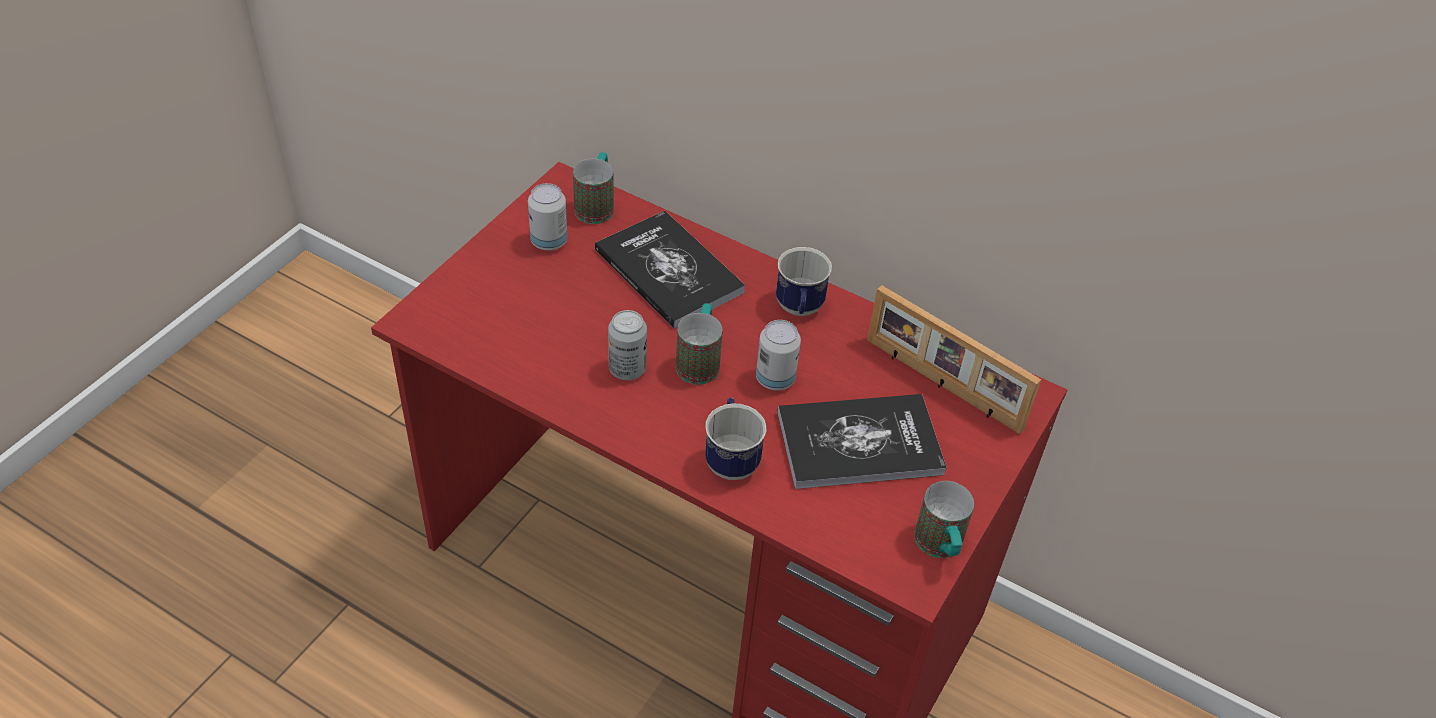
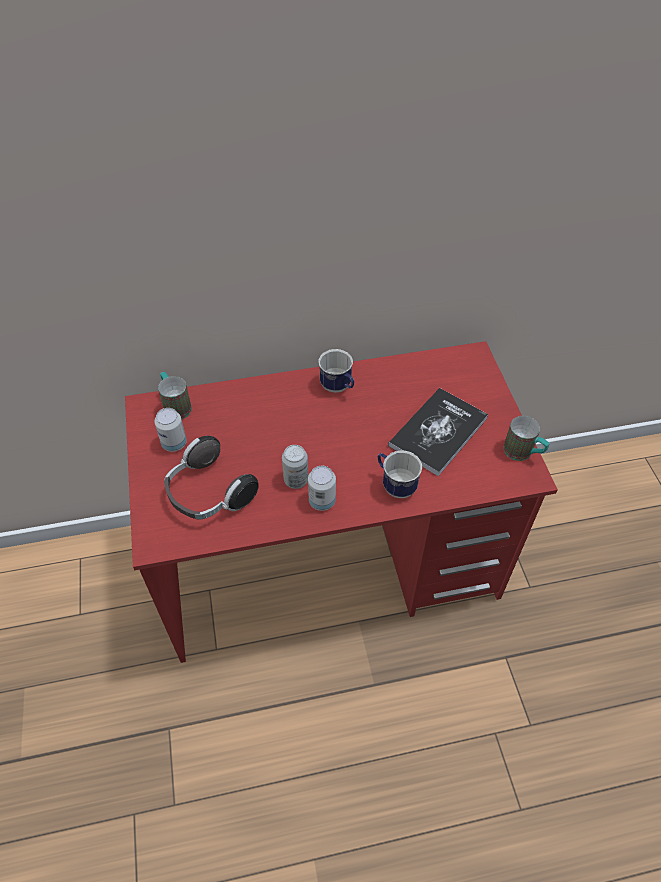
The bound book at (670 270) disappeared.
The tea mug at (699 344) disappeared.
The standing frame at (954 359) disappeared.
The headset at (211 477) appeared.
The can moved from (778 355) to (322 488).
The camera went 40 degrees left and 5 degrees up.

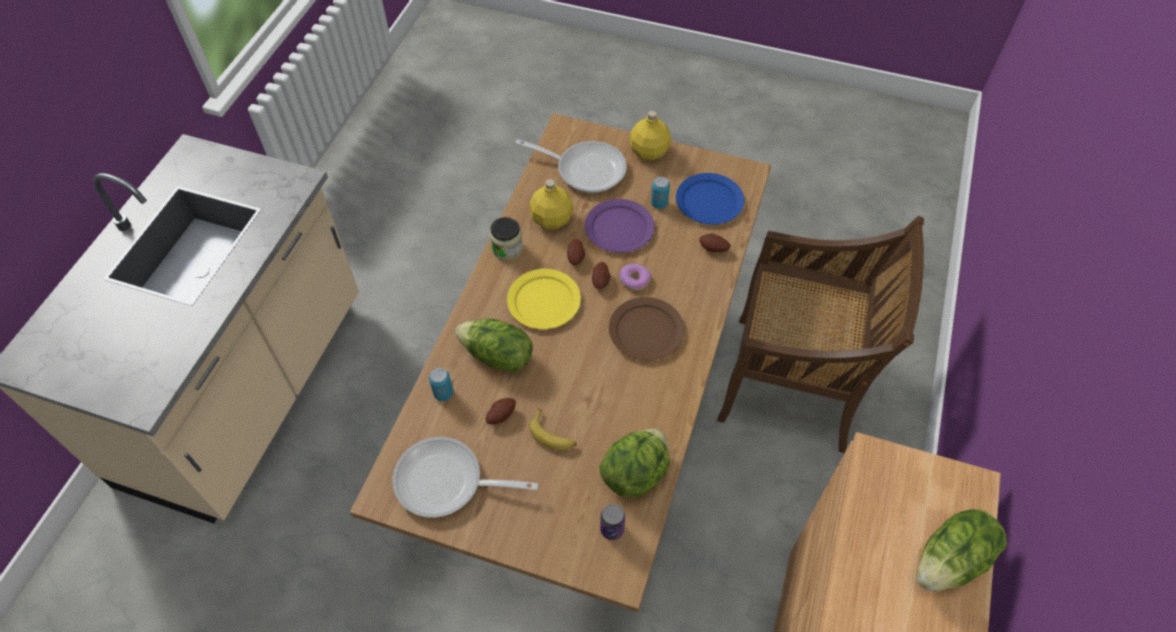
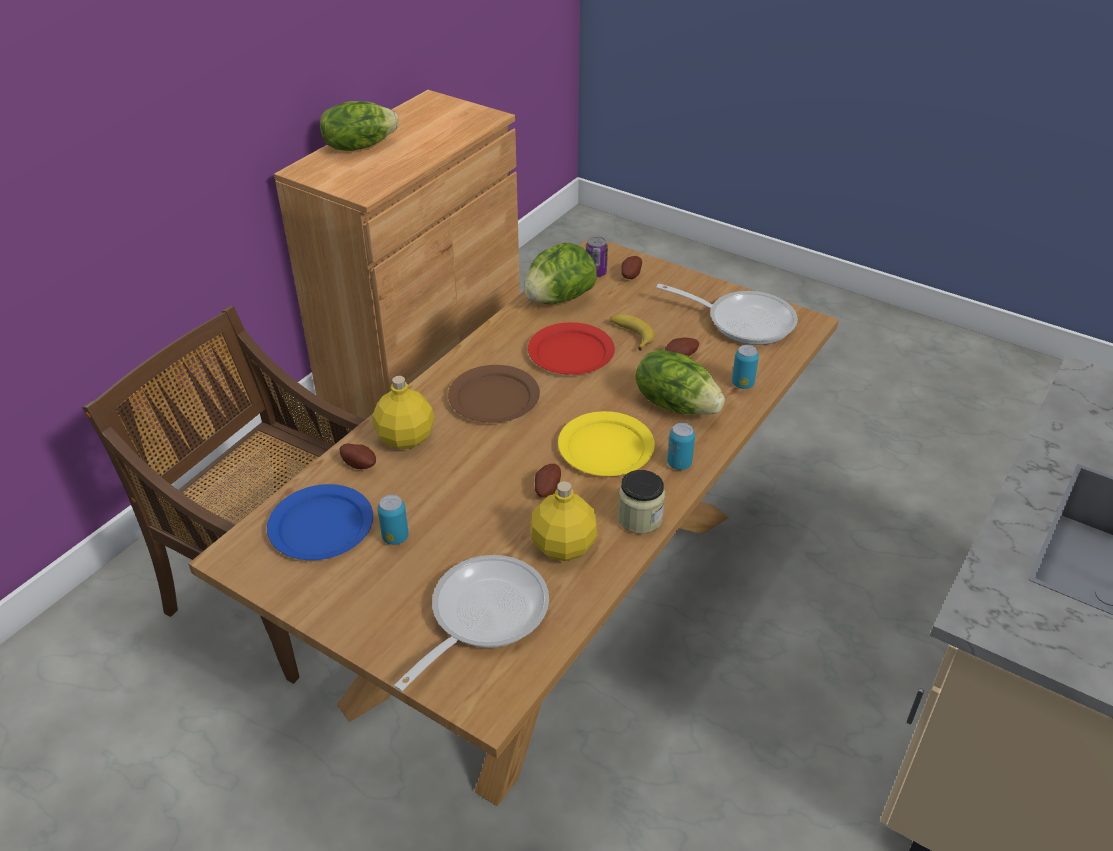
The dinner plate/purple-coloured at (620 226) disappeared.
The donut at (635 276) disappeared.
The dinner plate/red-coloured at (571 348) appeared.
The can at (681 446) appeared.
The potato moved from (601 275) to (631 267).
The bottle/yellowish moved from (650 135) to (403 413).
The skillet at (571 166) turned 90 degrees clockwise.
The camera went 165 degrees left and 15 degrees down.

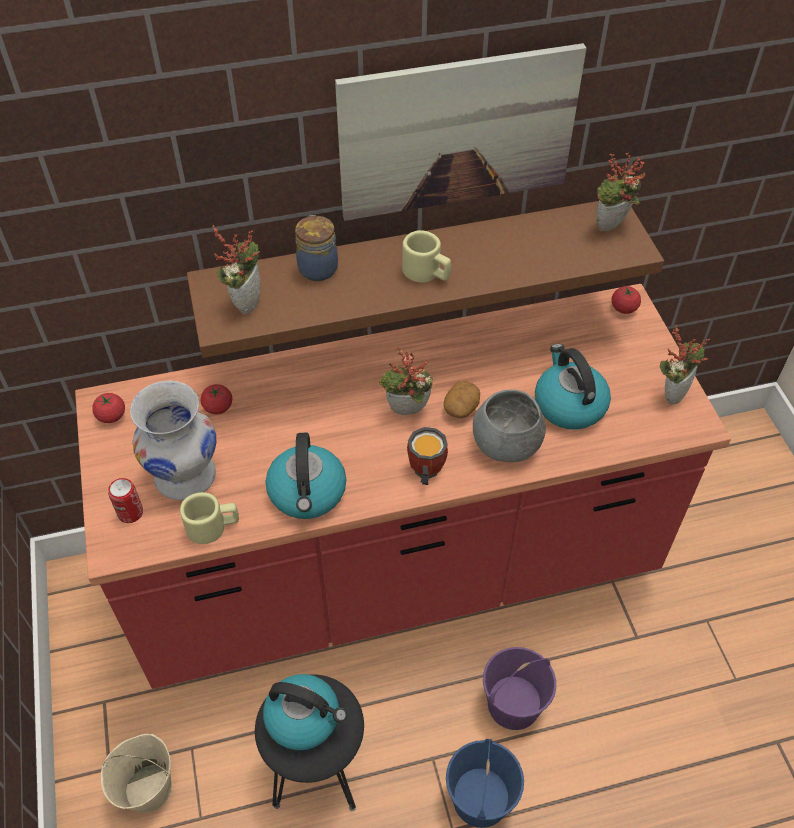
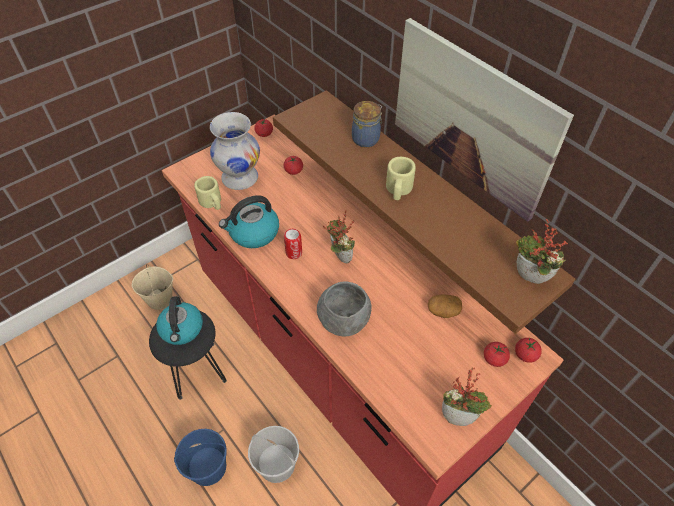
The houseplant at (236 270) disappeared.
The tea mug at (427 456) disappeared.
The water kettle at (573 387) disappeared.
The whole tomato at (497 354) appeared.
The can moved from (125 500) to (293 244).
The potato moved from (462 399) to (445 306).
The bucket/purple-coloured at (519 688) became the bucket/whitish at (273 454).
The camera went 65 degrees right and 0 degrees up.

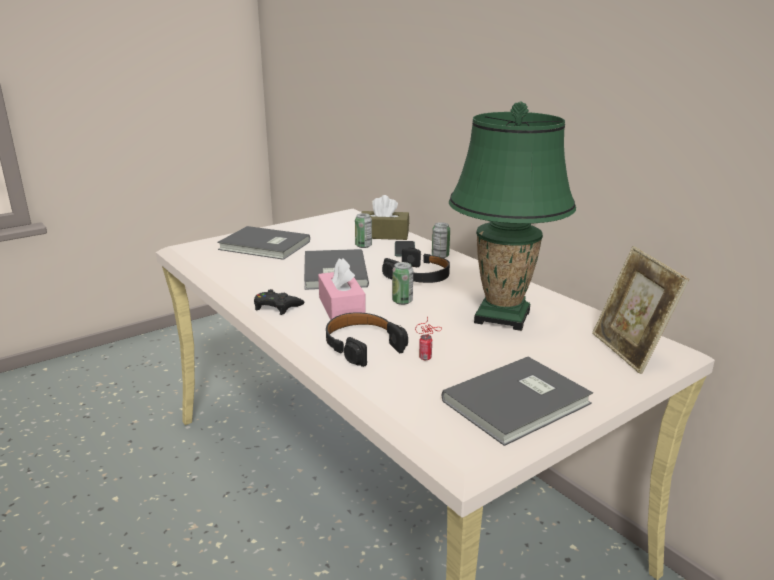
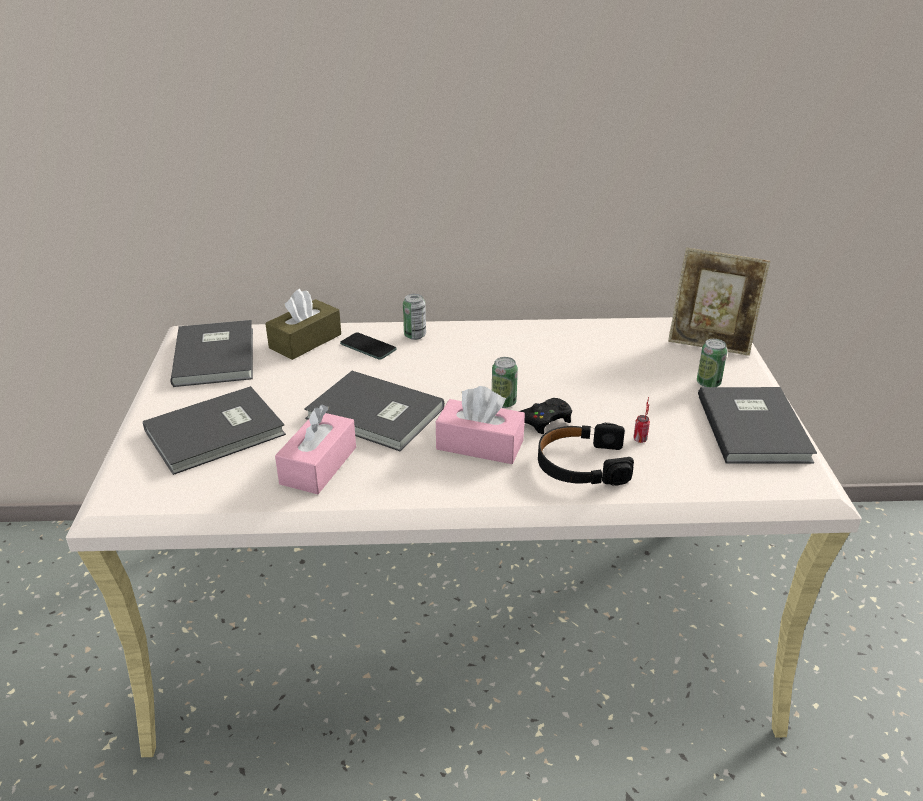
The headset/blackish at (416 265) disappeared.
The tabletop lamp/greenish at (512 216) disappeared.
The bound book/greyish at (212 353) appeared.
The box of tissues/pink-coloured at (315 449) appeared.
The gamepad/blackish moved from (279 302) to (545 416).
The can moved from (363 230) to (712 363).
The camera went 55 degrees left and 10 degrees up.

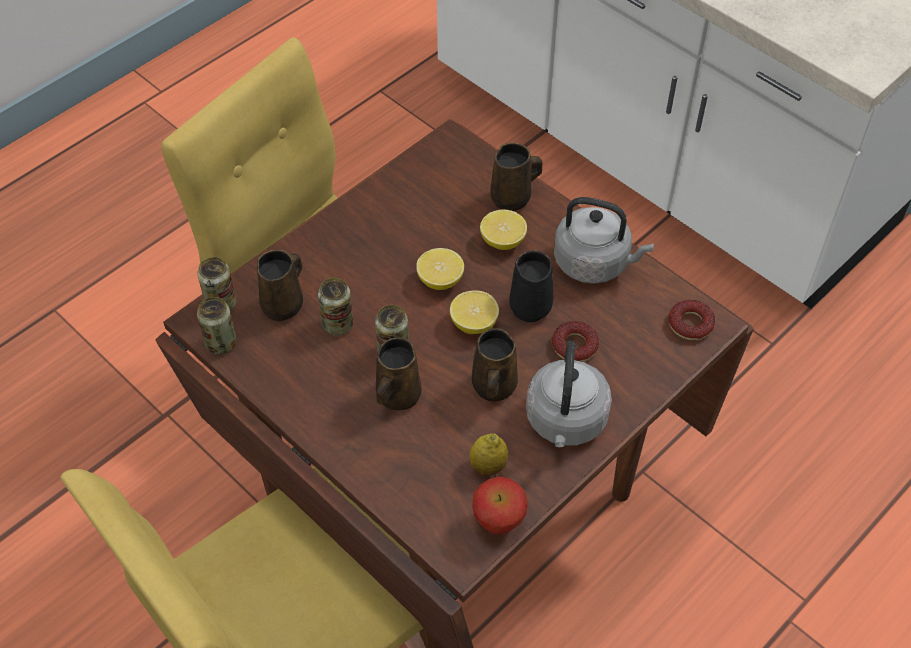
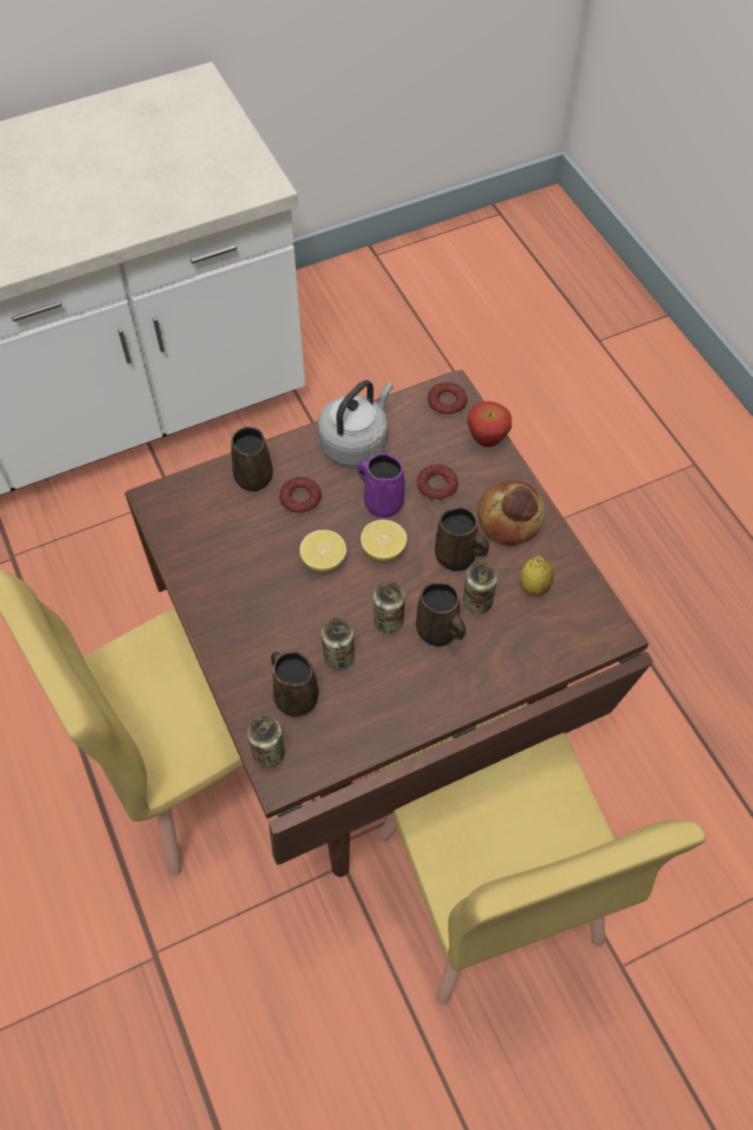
The can moved from (217 326) to (480 588).
The whole apple moved from (500 505) to (489 424).
The whole lemon at (503 229) was replaced by the donut at (300 495).
The water kettle/greyish at (569 393) was replaced by the bread at (511 513).
The tea mug/blackish at (531 286) became the tea mug/purple-coloured at (381 485).
The camera went 70 degrees left and 5 degrees up.

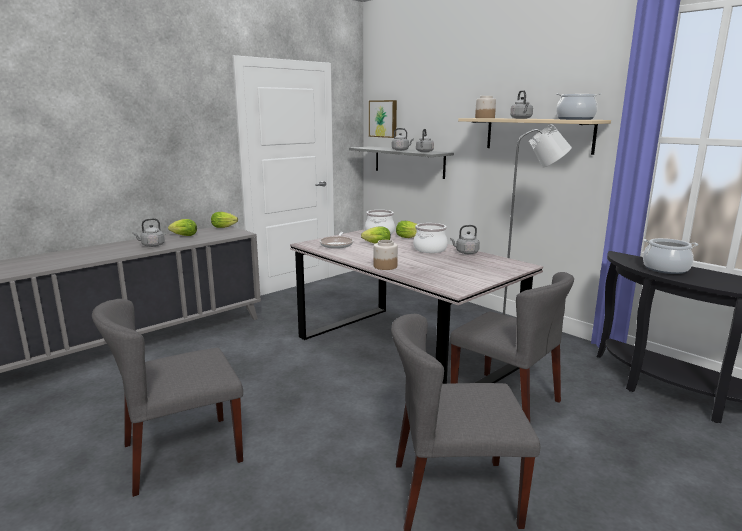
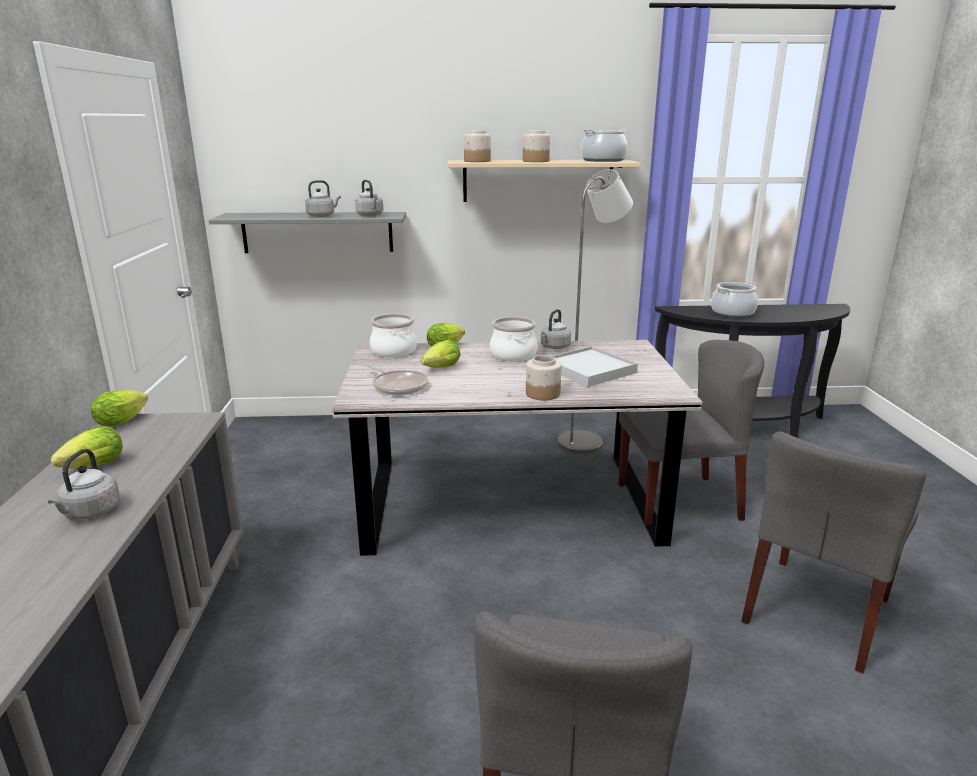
The wall picture at (383 119) disappeared.
The serving tray/whitish at (595 366) appeared.
The water kettle/greyish at (521 104) was replaced by the storage jar at (536 146).
The camera went 50 degrees left and 5 degrees up.

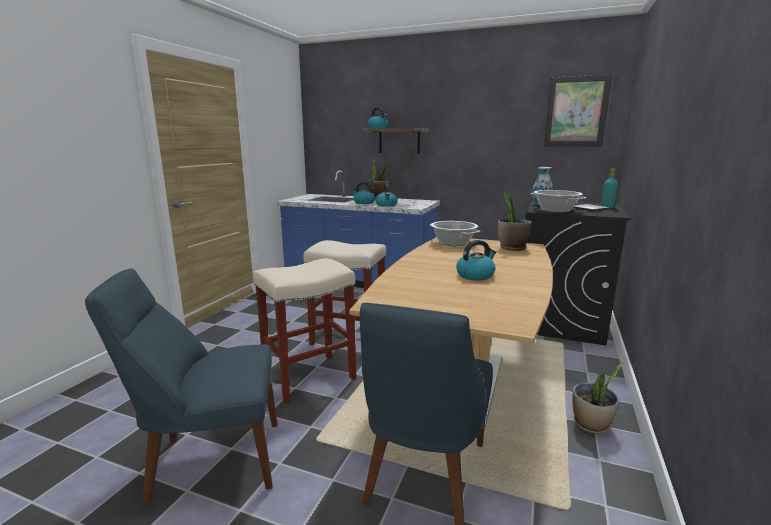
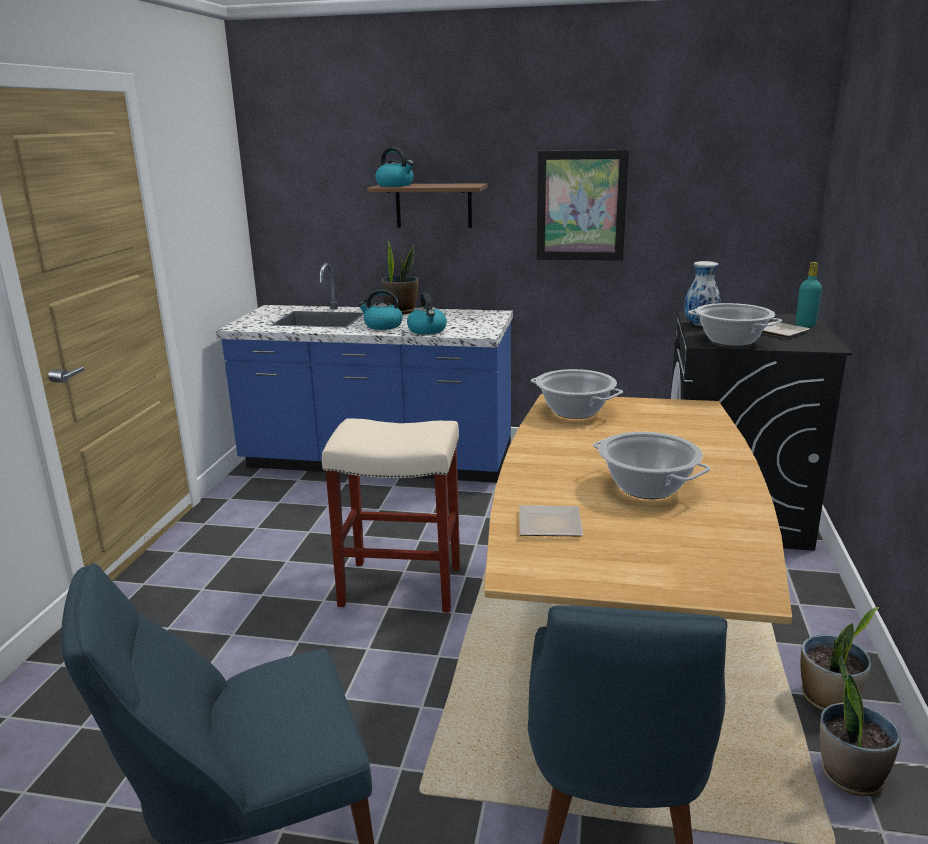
The sitting stool/beige-coloured at (304 331) disappeared.
The dinner plate at (551 521) appeared.
The houseplant moved from (515 220) to (860 726).
The wall picture moved from (578 110) to (583 205).
The water kettle at (476 260) was replaced by the stockpot at (651 465).
The camera went 10 degrees left and 5 degrees up.

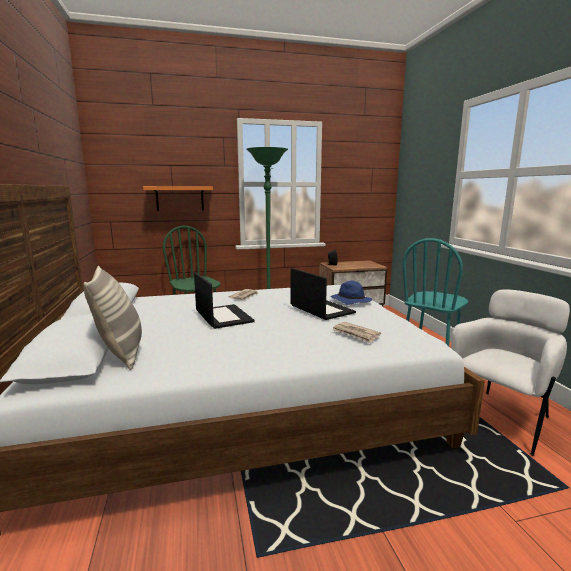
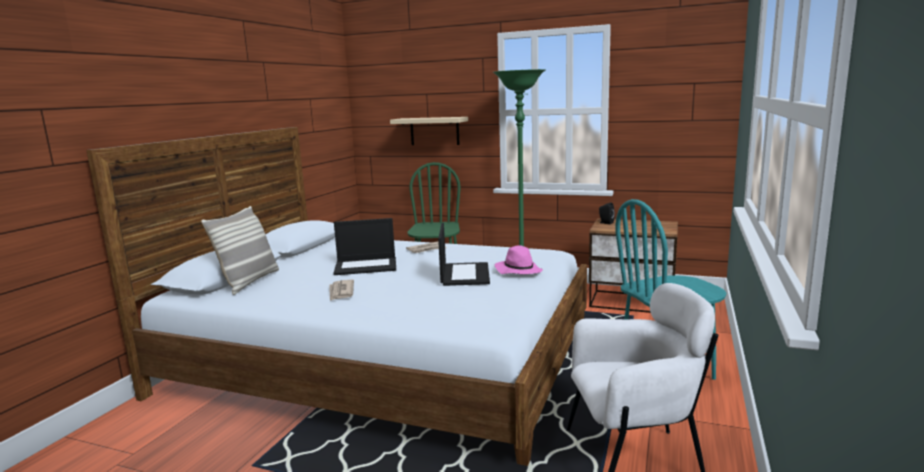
The printed paper moved from (357 332) to (342 290).
The bracket shelf/orange at (178 198) became the bracket shelf/beige-coloured at (429 131).
The clothing hat/blue-coloured at (351 293) became the clothing hat/pink-coloured at (519 259).
The portable computer at (224 300) turned 75 degrees clockwise.
The camera went 35 degrees right and 0 degrees up.

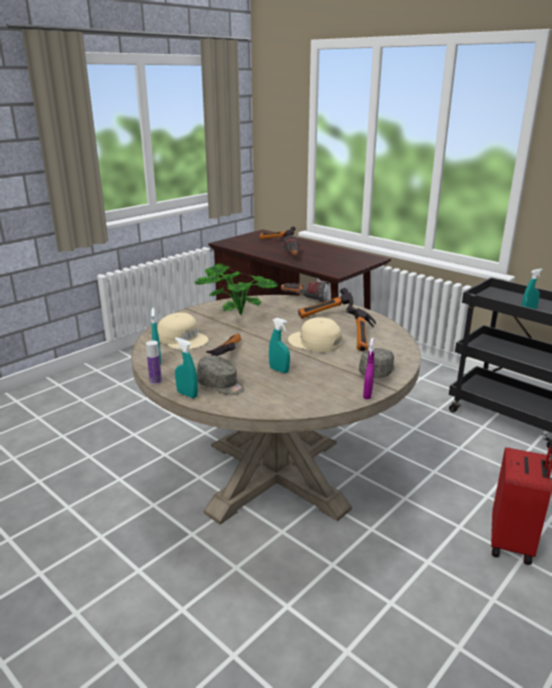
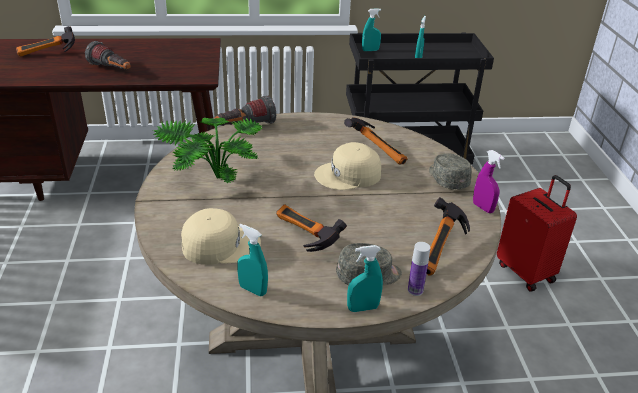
The bottle moved from (154 363) to (419 269).
The hand sprayer/turquoise moved from (279 345) to (371 29).
The tool hammer moved from (325 303) to (448 236).
The camera went 50 degrees left and 10 degrees up.

